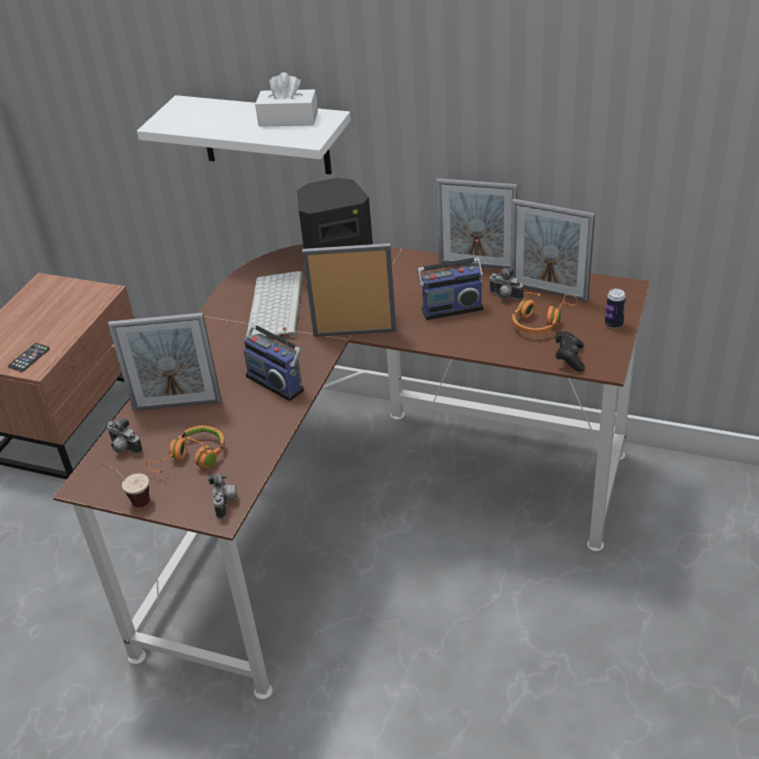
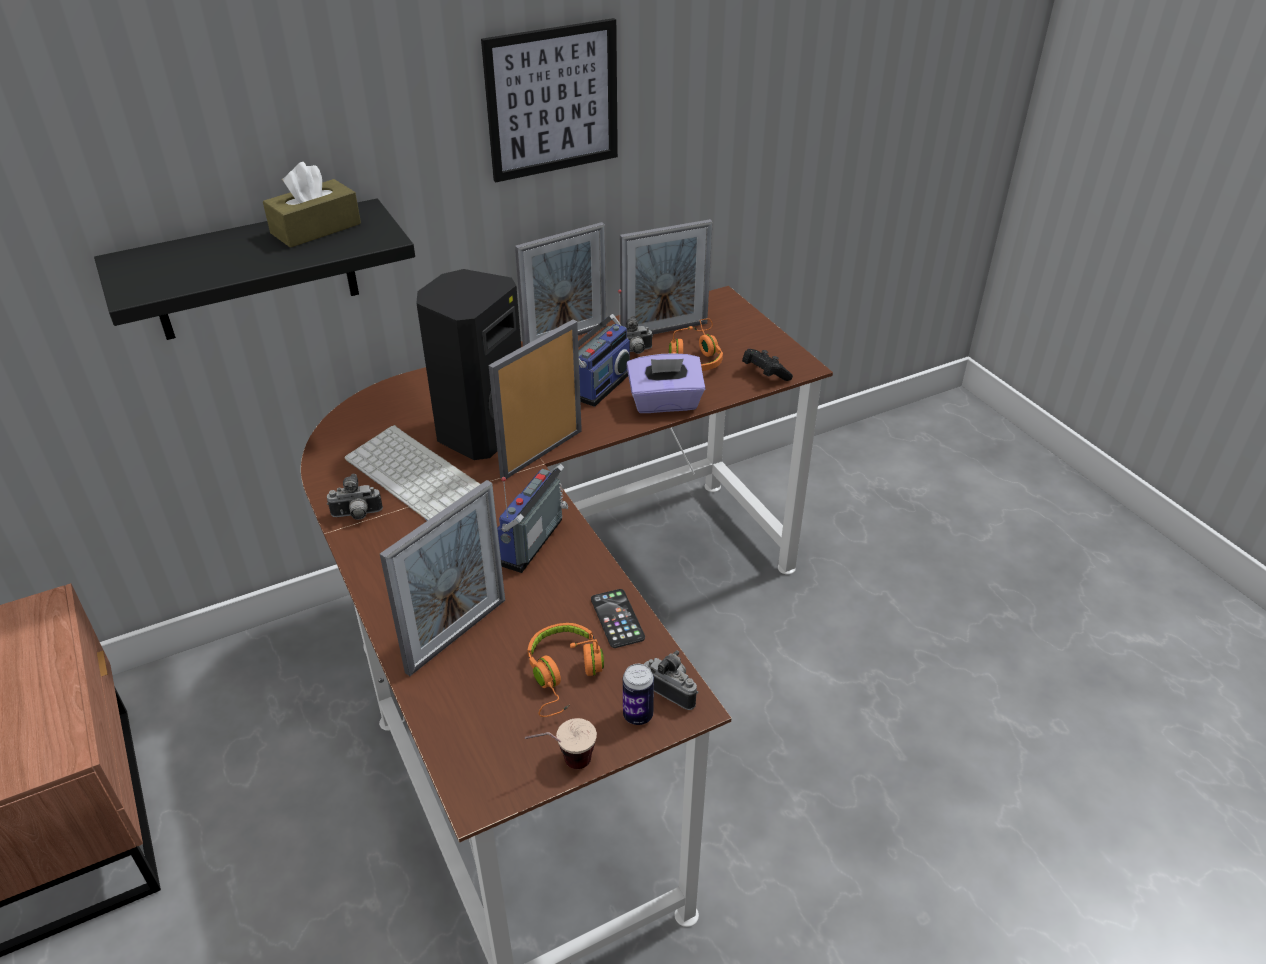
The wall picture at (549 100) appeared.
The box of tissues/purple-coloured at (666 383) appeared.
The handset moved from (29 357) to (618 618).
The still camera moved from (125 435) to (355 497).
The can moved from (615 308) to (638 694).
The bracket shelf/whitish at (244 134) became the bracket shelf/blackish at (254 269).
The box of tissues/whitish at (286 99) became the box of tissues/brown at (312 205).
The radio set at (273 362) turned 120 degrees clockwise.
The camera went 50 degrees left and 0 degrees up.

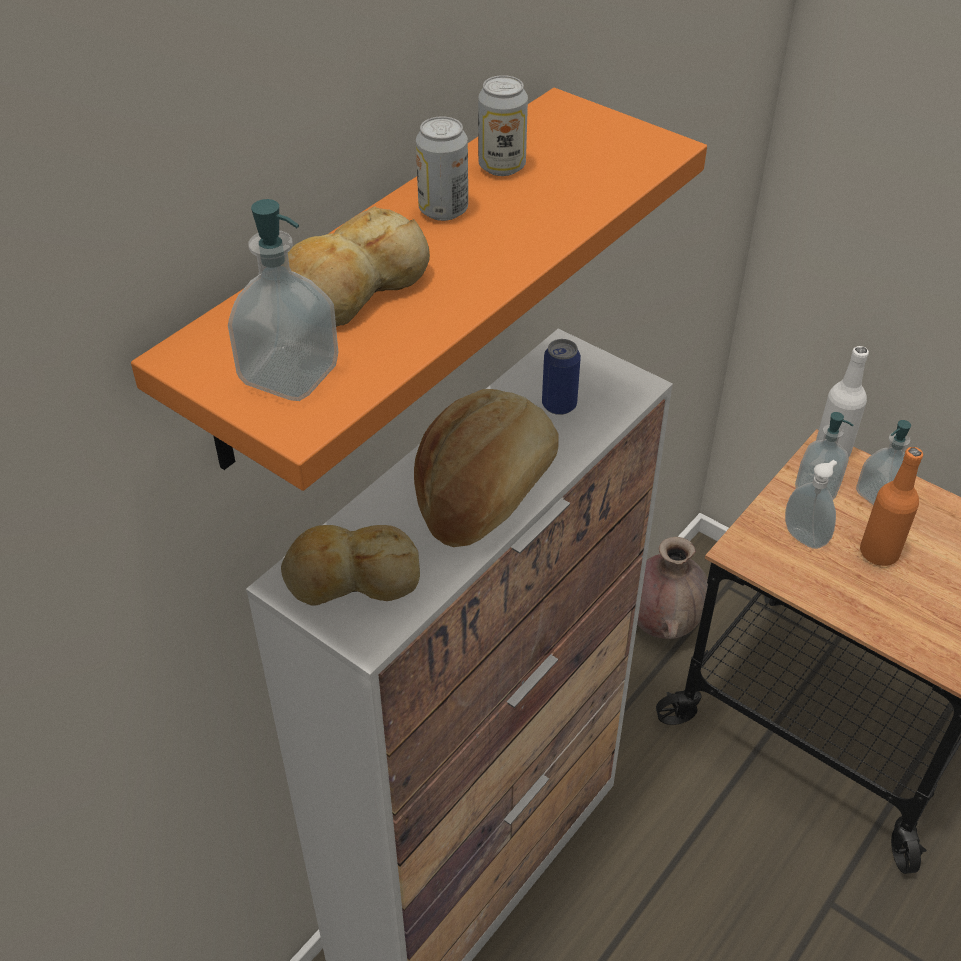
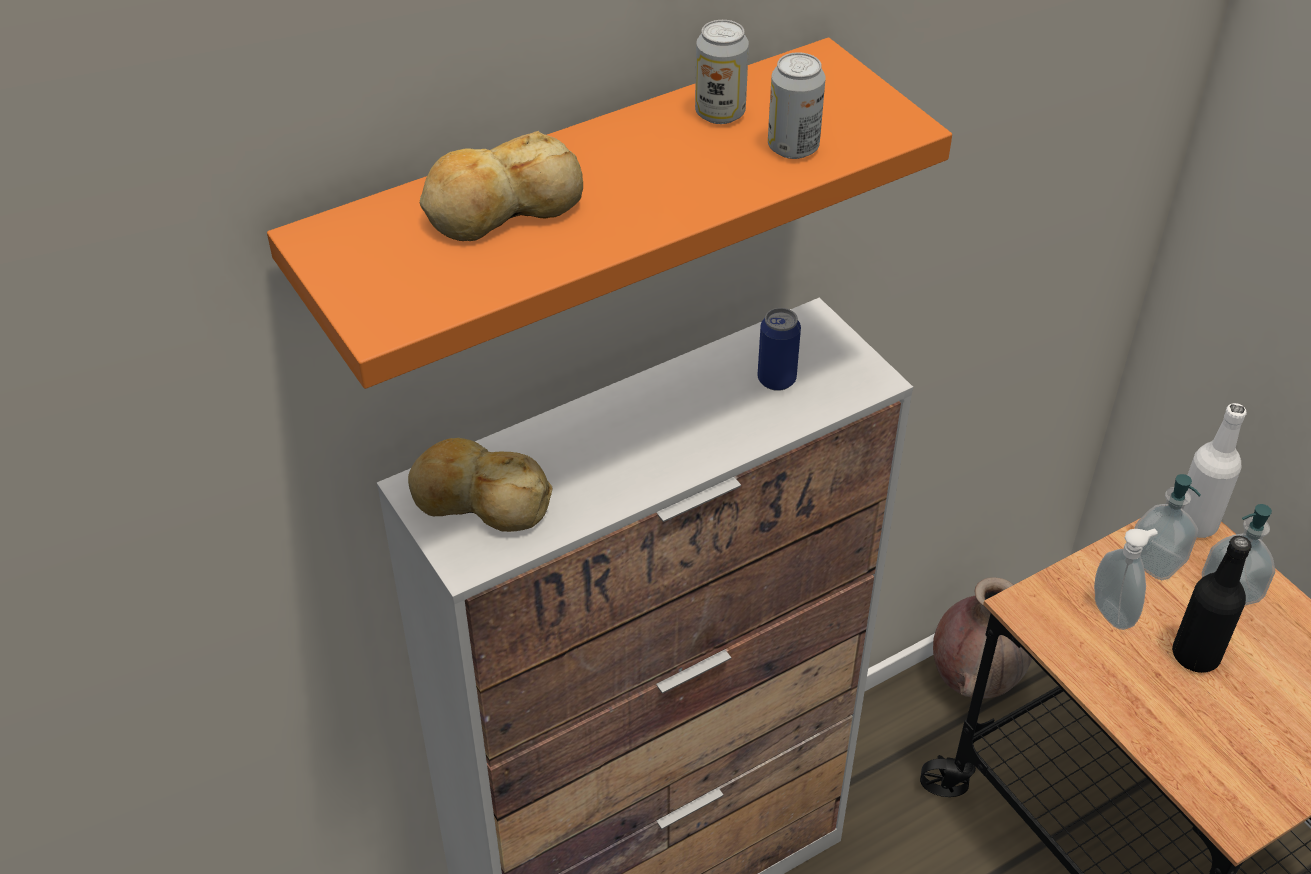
The soap bottle at (283 300) disappeared.
The bread at (486 468) disappeared.
The can moved from (442 168) to (797 105).
The bottle/orange at (891 506) became the bottle/blackish at (1211 604).
The camera went 20 degrees right and 0 degrees up.

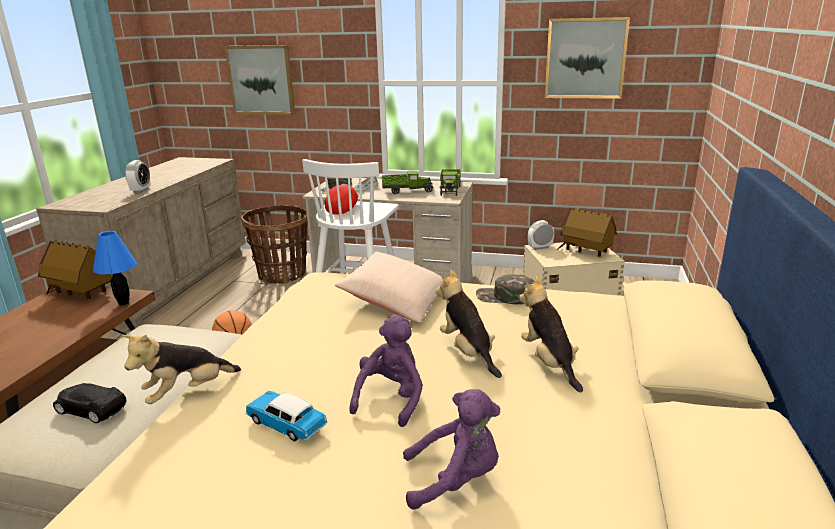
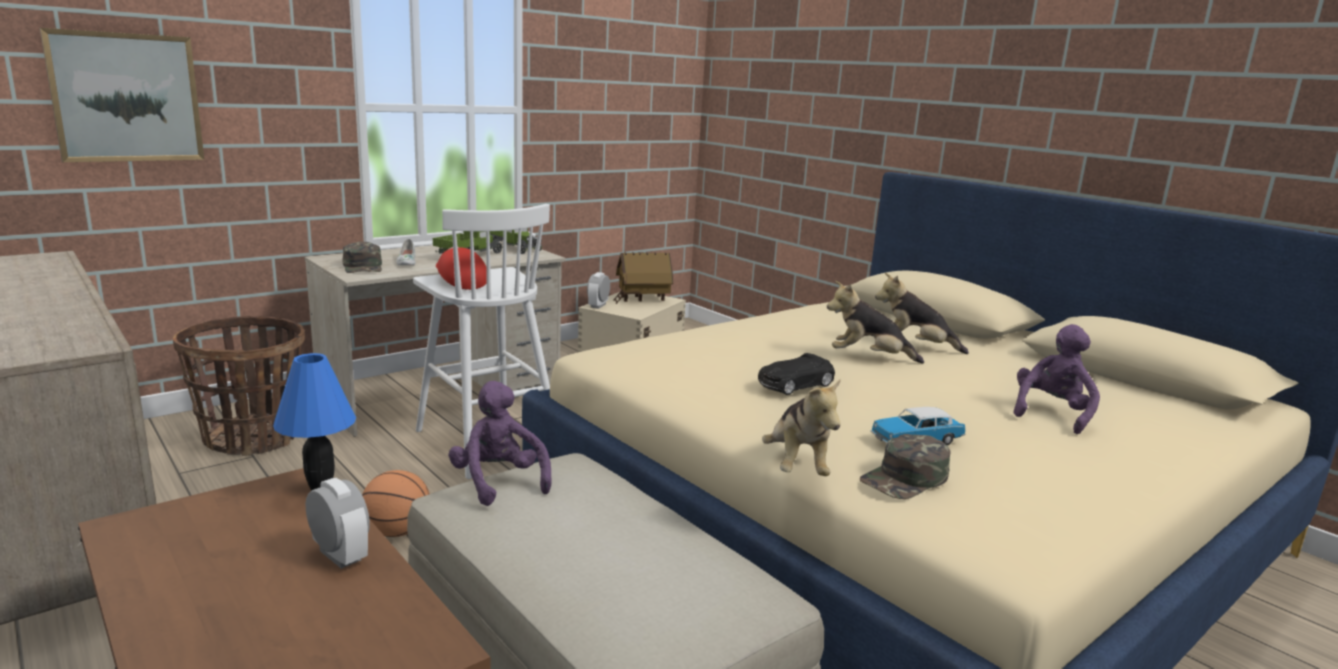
The model house at (75 269) disappeared.
The cushion/beige-coloured at (389 287) disappeared.
The wall picture at (587 58) disappeared.
The model car/blackish moved from (90 403) to (796 374).
The alarm clock moved from (138 176) to (338 523).
The plush toy/purple-coloured moved from (386 371) to (500 443).
The cap/greenish moved from (505 289) to (905 466).
The camera went 55 degrees left and 5 degrees down.

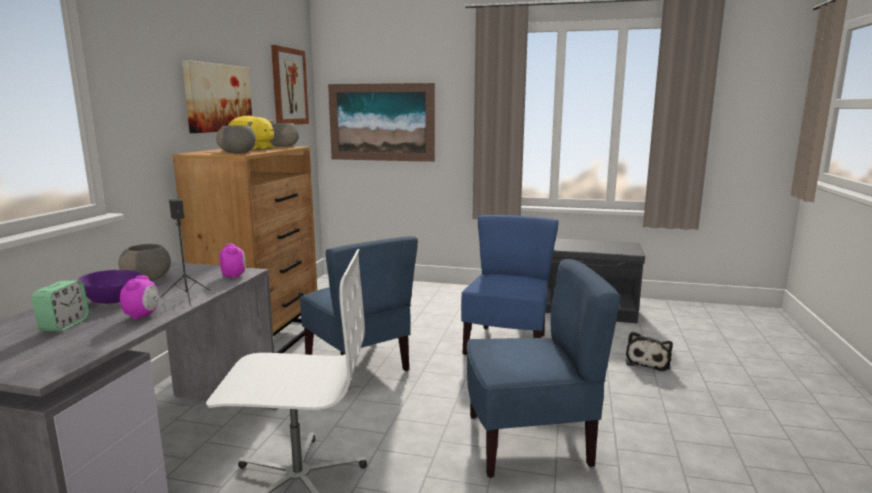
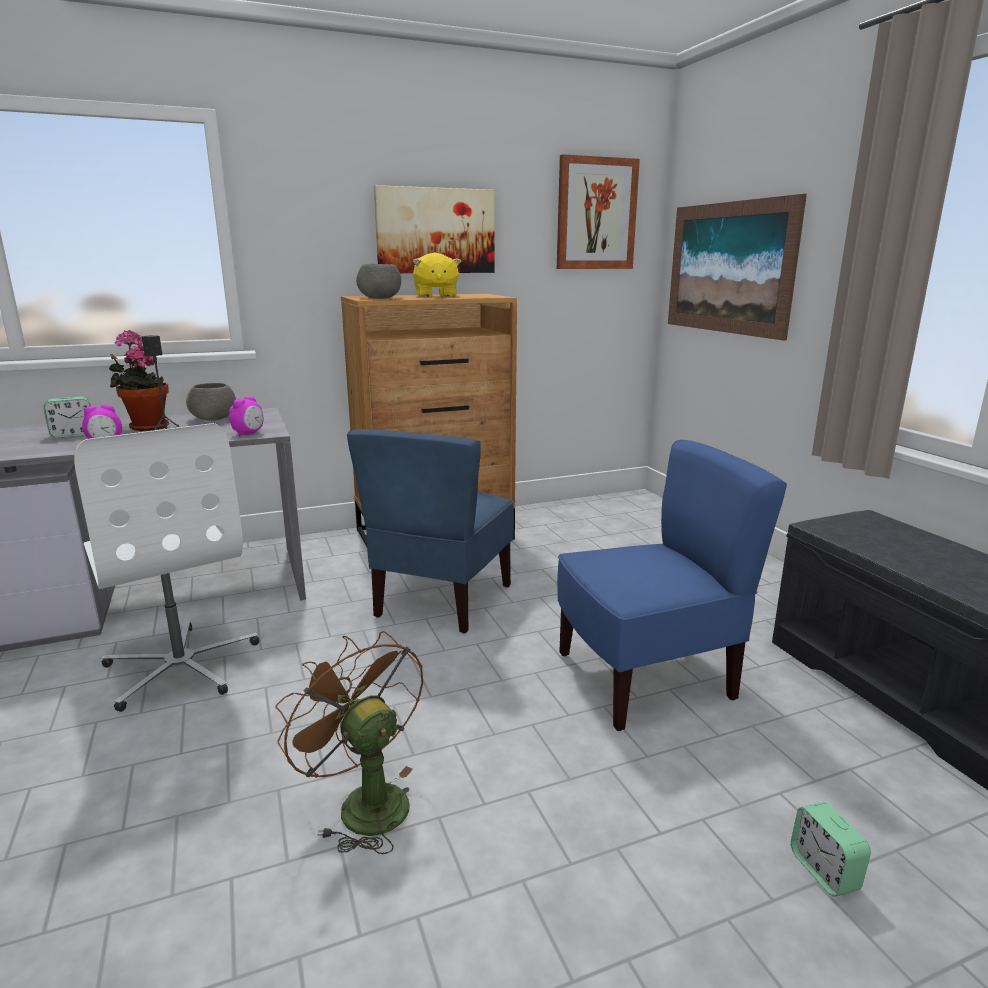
The serving bowl/greyish at (284 135) disappeared.
The serving bowl/purple-coloured at (109 287) was replaced by the houseplant at (139 380).
The plain chair/blue-coloured at (544 368) was replaced by the fan/brown at (349 742).
The plush toy at (649 351) was replaced by the alarm clock at (831 849).
The camera went 55 degrees right and 5 degrees up.

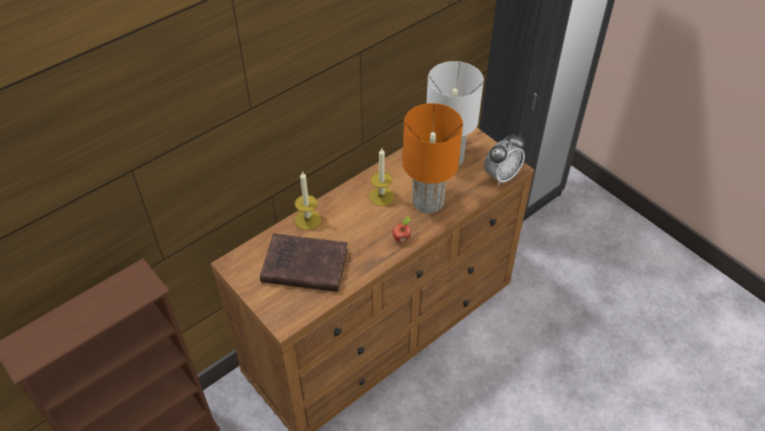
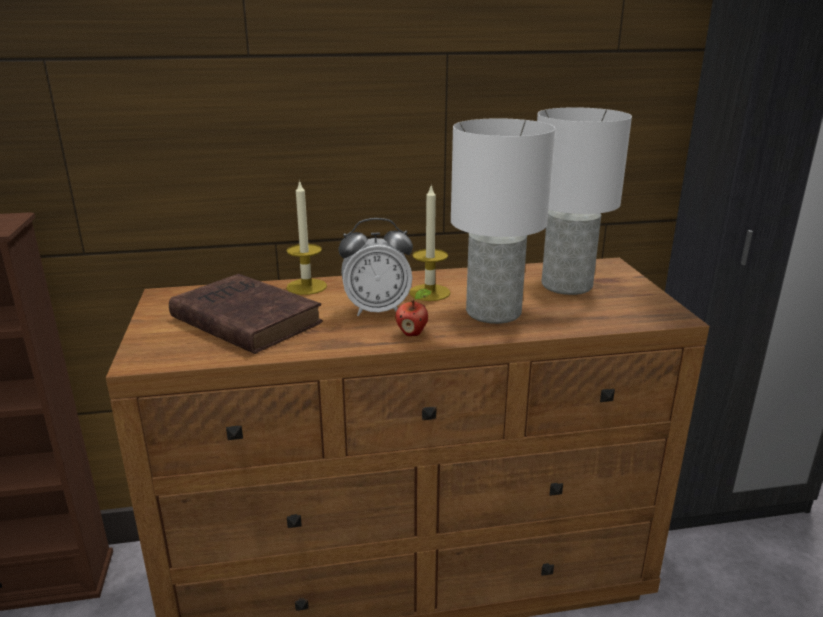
The alarm clock moved from (504 160) to (375 267).
The tabletop lamp/orange at (433 158) became the tabletop lamp/whitish at (503 221).
The camera went 30 degrees right and 25 degrees down.

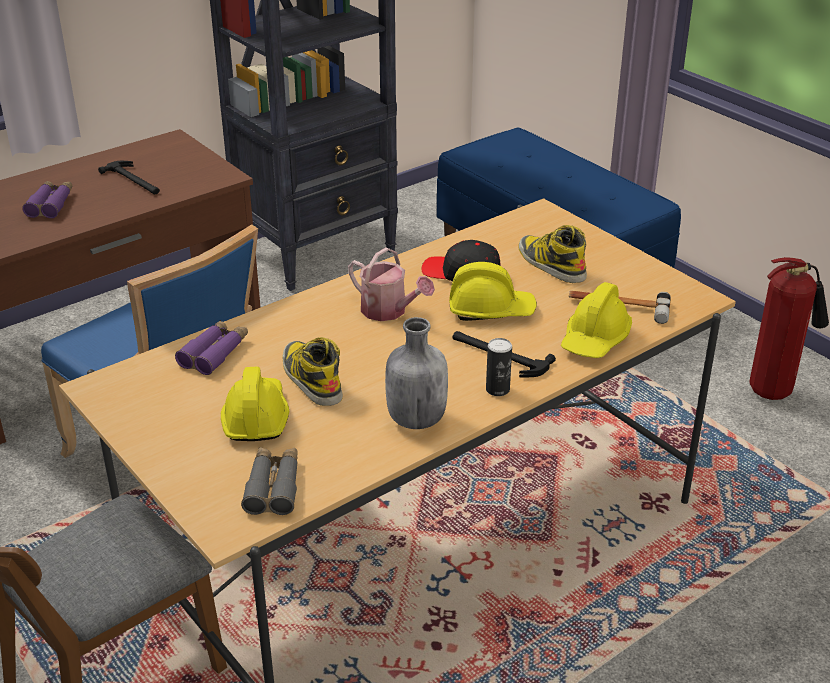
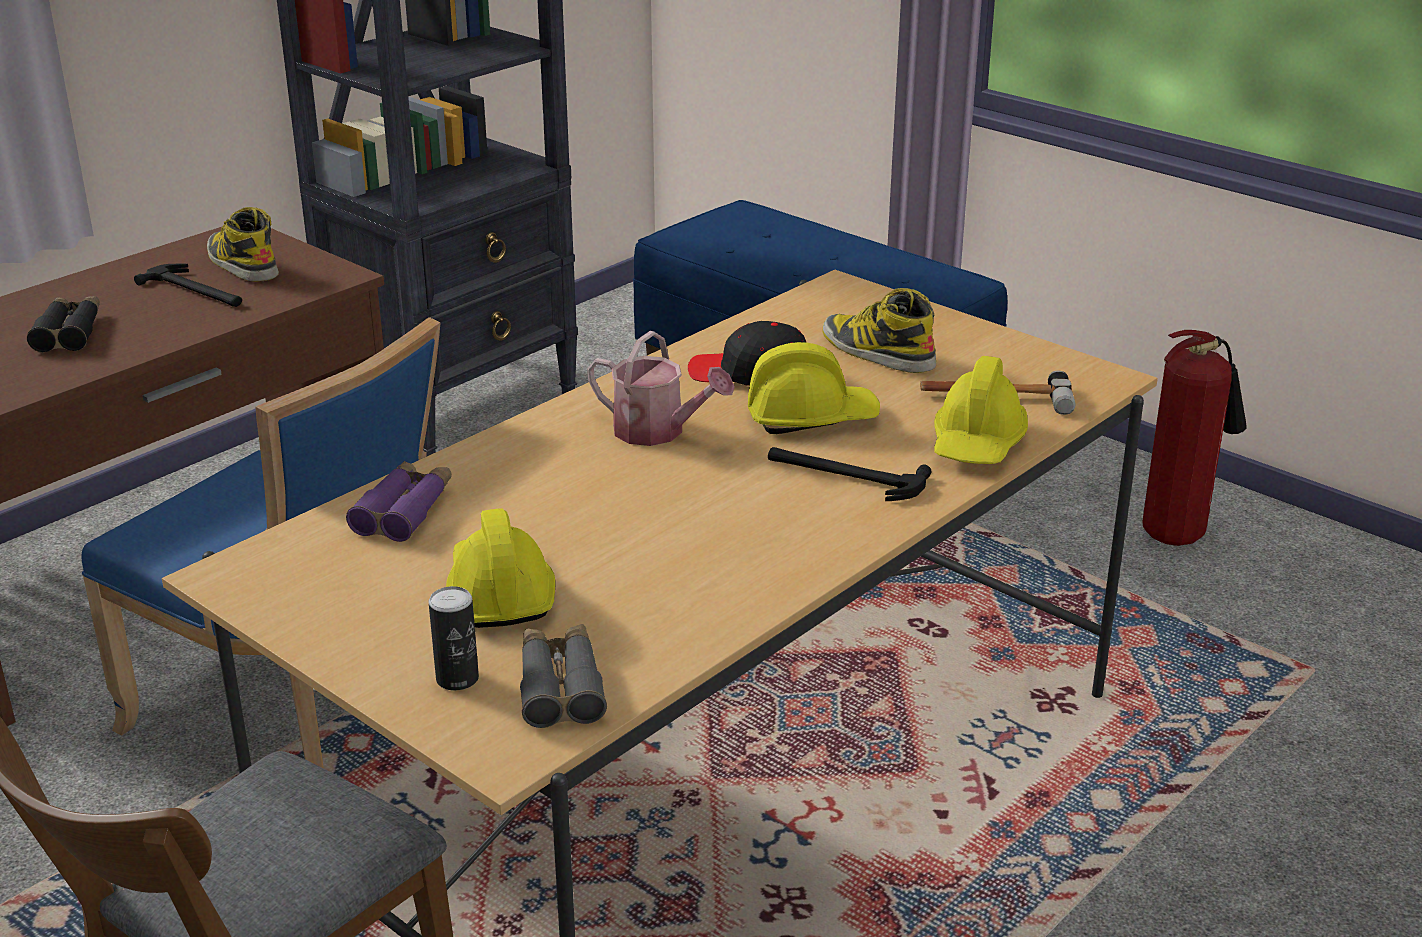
The bottle/greyish at (416 373) disappeared.
The tall boot moved from (313 371) to (243 244).
The can moved from (499 367) to (454 638).
The field glasses/purple-coloured at (47 200) became the field glasses/blackish at (63 324).
The camera went 10 degrees left and 5 degrees down.

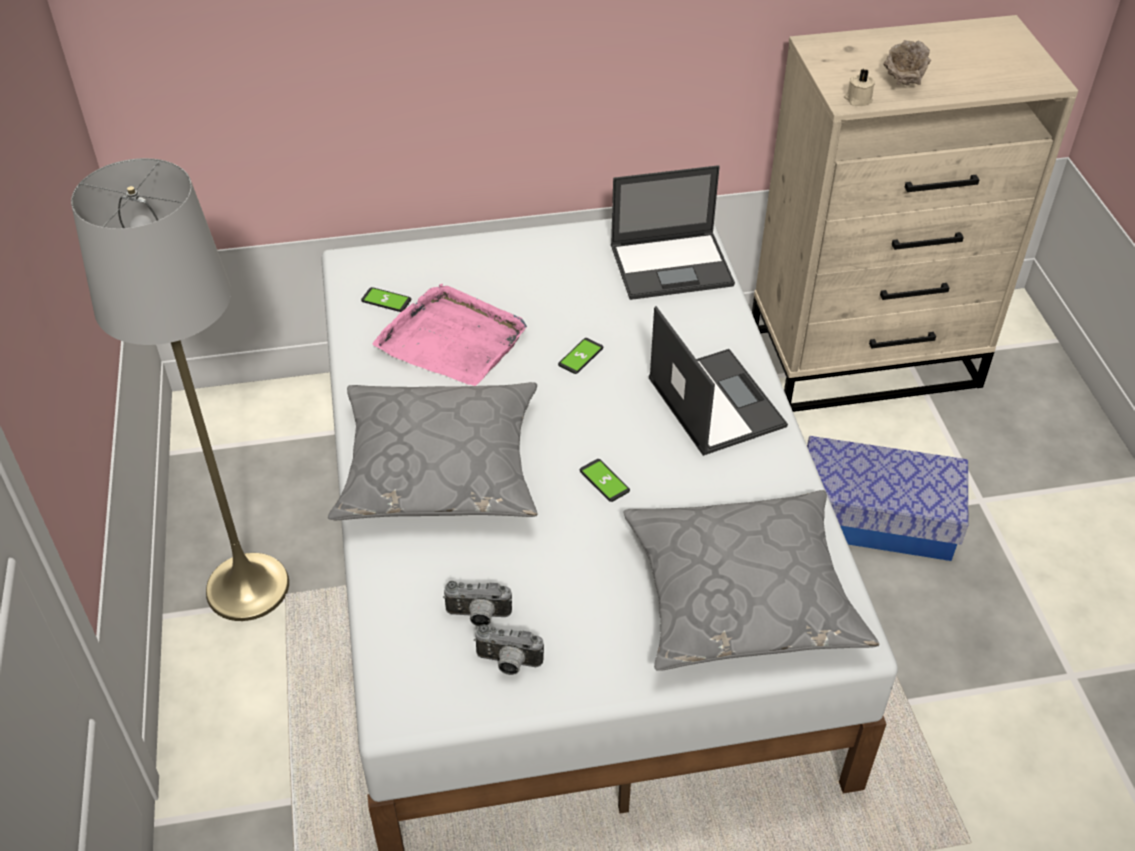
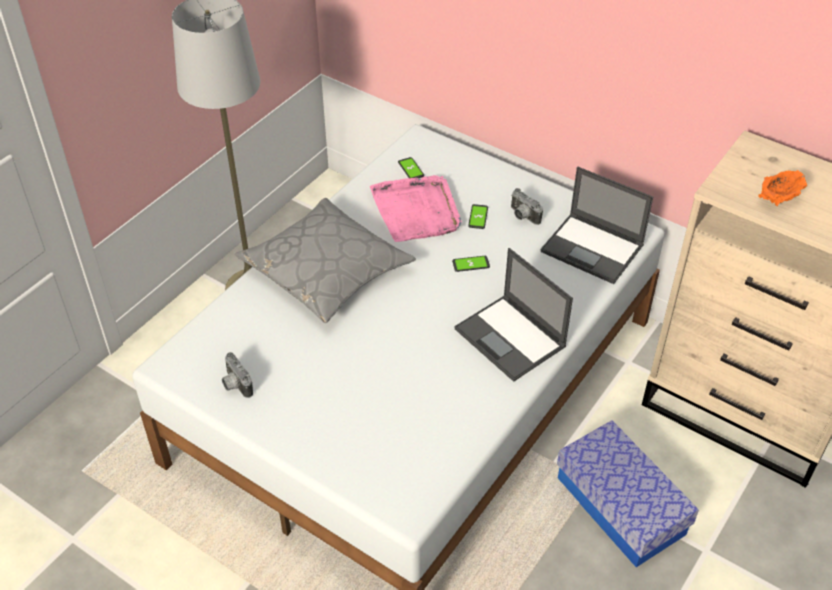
The cushion/greyish at (751 580) disappeared.
The wax light/beige-coloured at (859 87) disappeared.
The still camera moved from (477 603) to (527 206).
The handset moved from (605 480) to (478 216).
The serving bowl/beige-coloured at (907 63) became the serving bowl/orange at (782 188).
The portable computer at (718 381) turned 120 degrees clockwise.
The camera went 45 degrees right and 0 degrees up.

